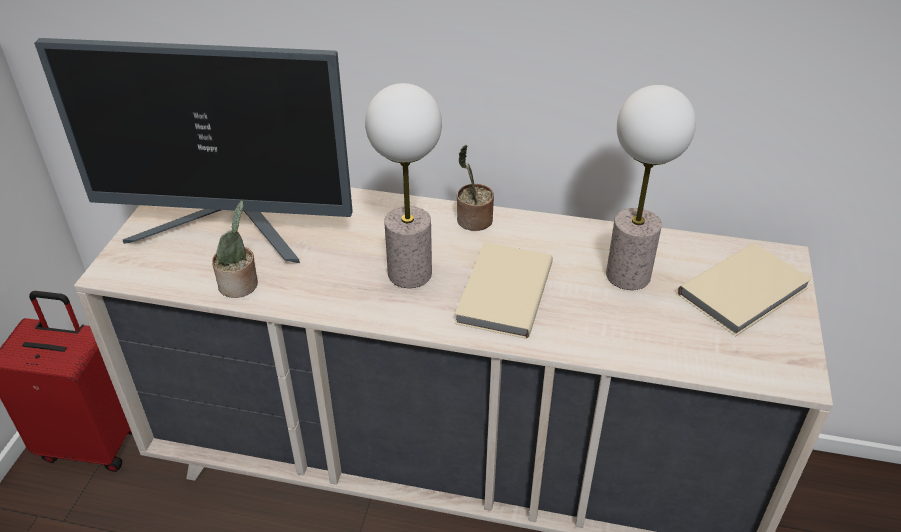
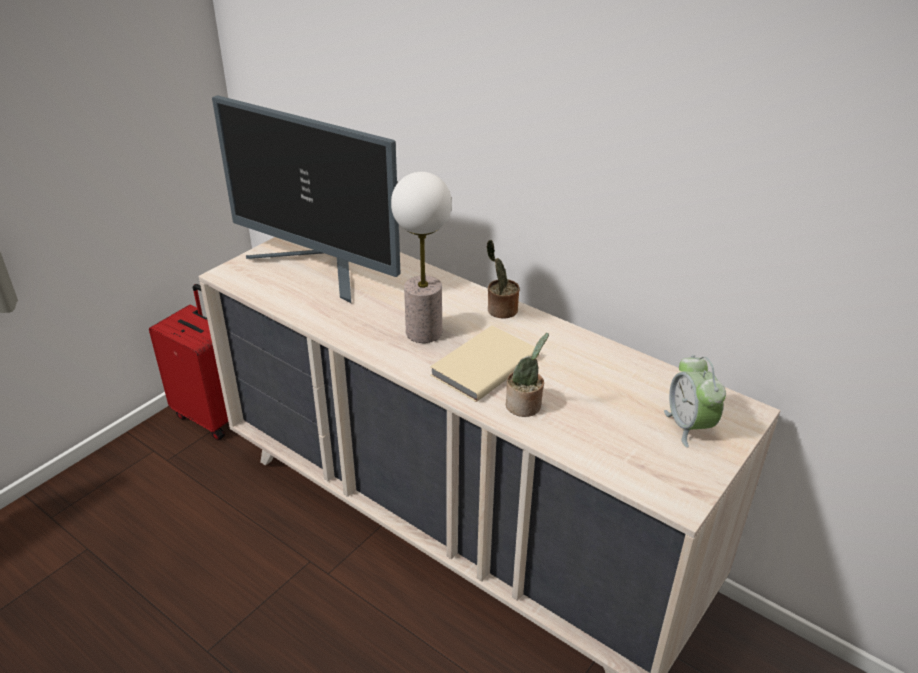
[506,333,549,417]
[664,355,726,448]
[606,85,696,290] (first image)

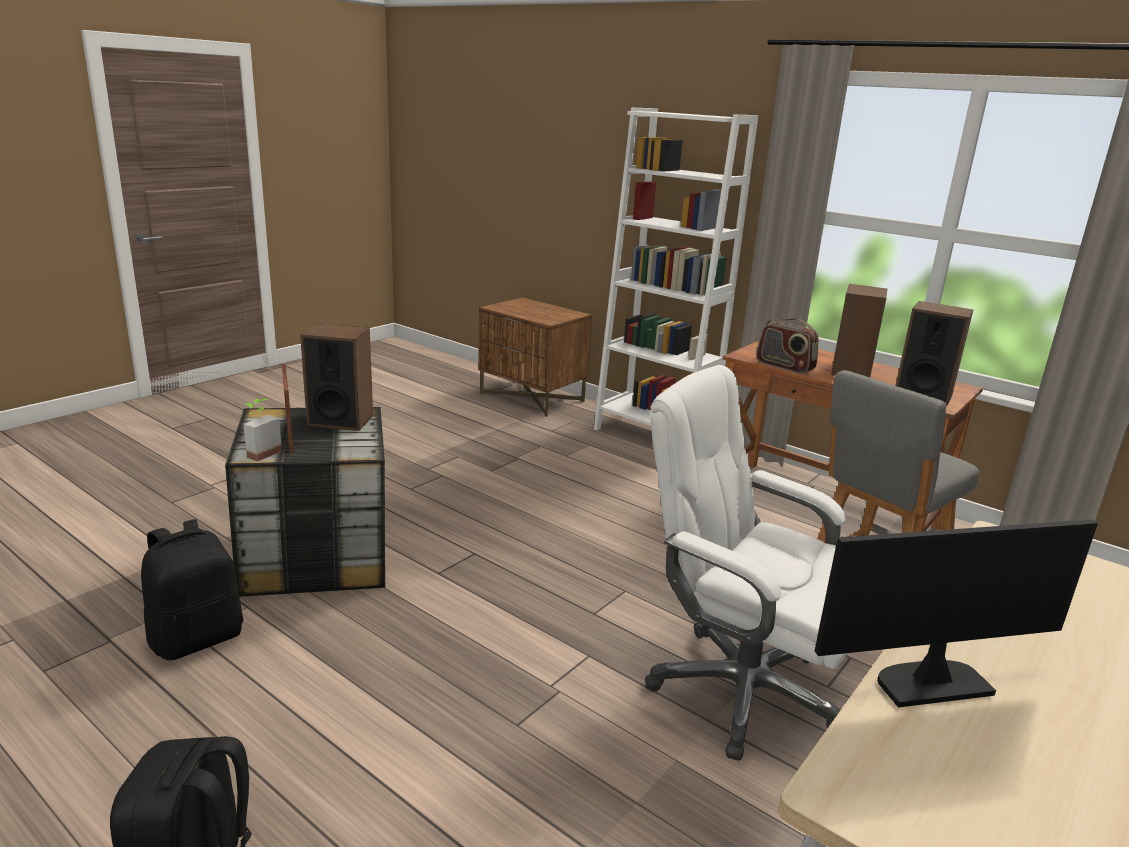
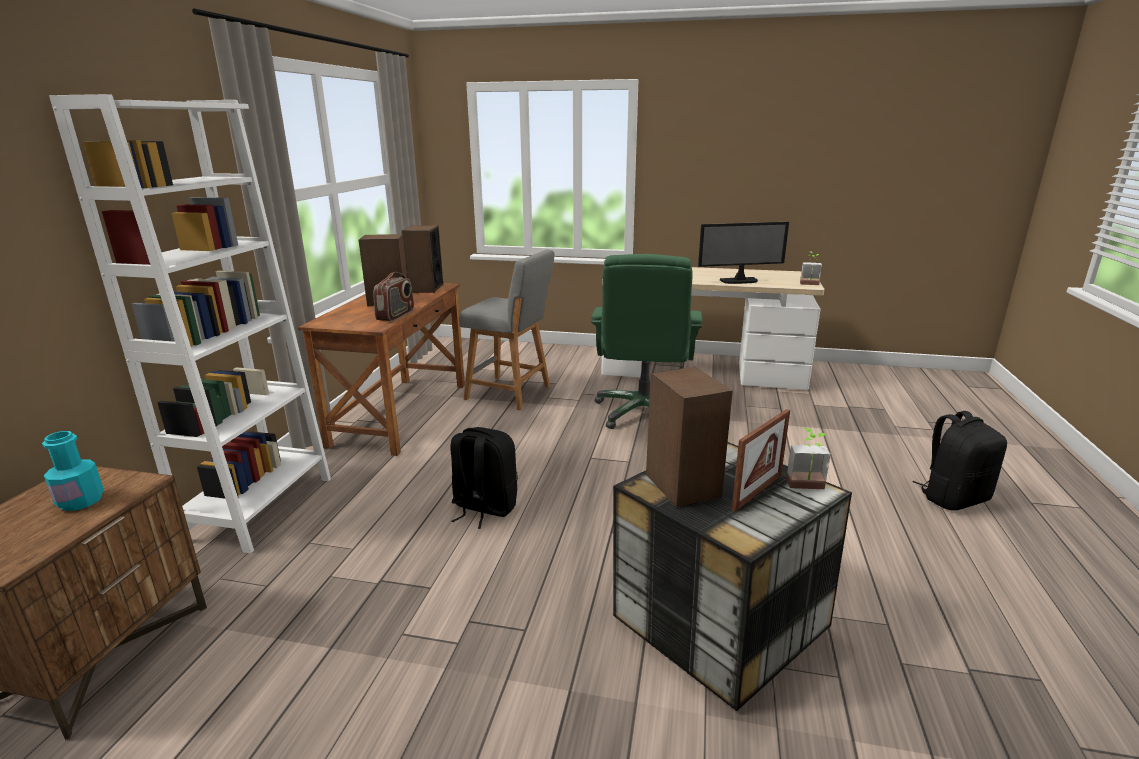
[42,431,104,511]
[450,427,518,529]
[591,254,703,429]
[698,222,789,284]
[800,251,822,285]

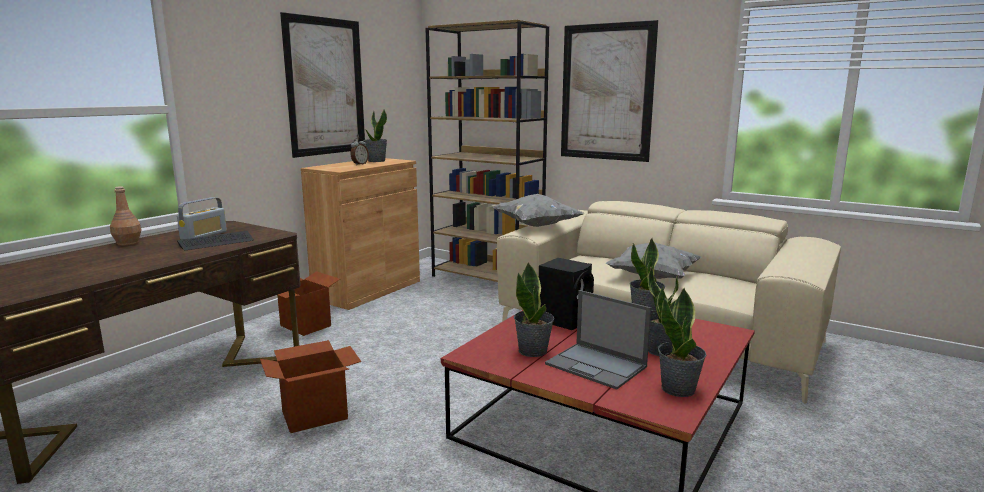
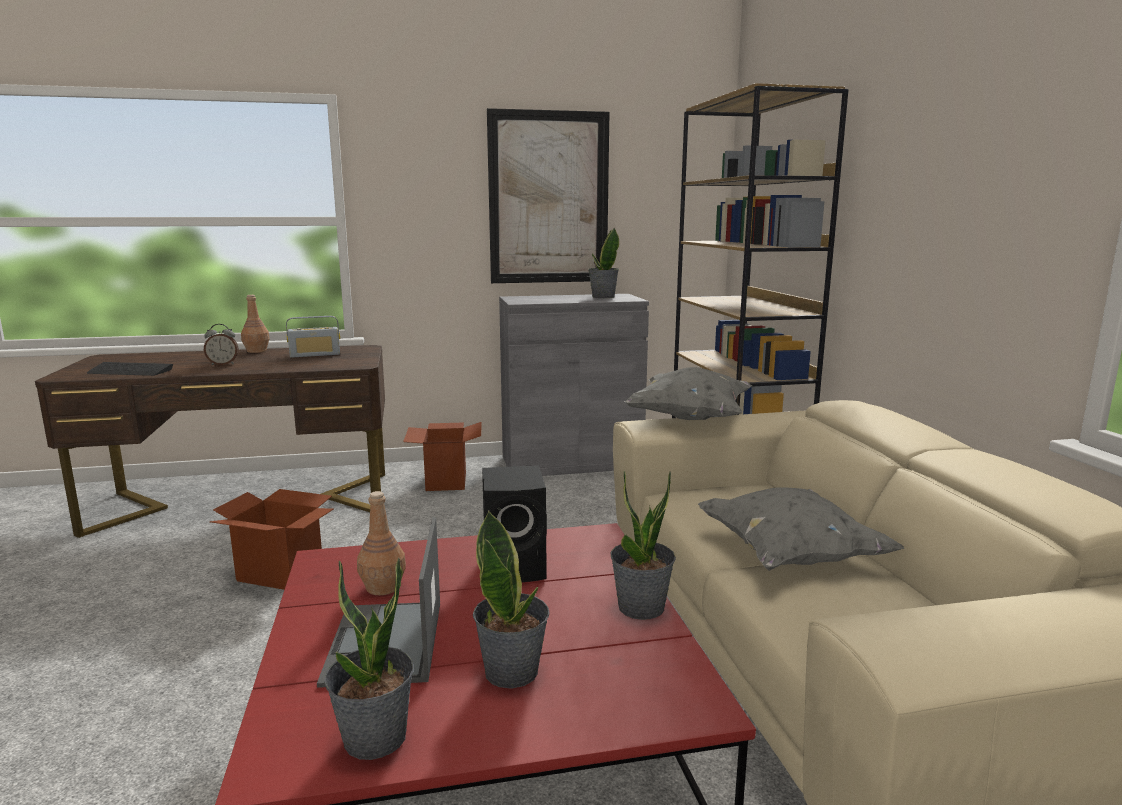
[87,362,173,376]
[204,324,239,365]
[357,491,406,595]
[499,294,649,476]
[561,20,658,162] (first image)

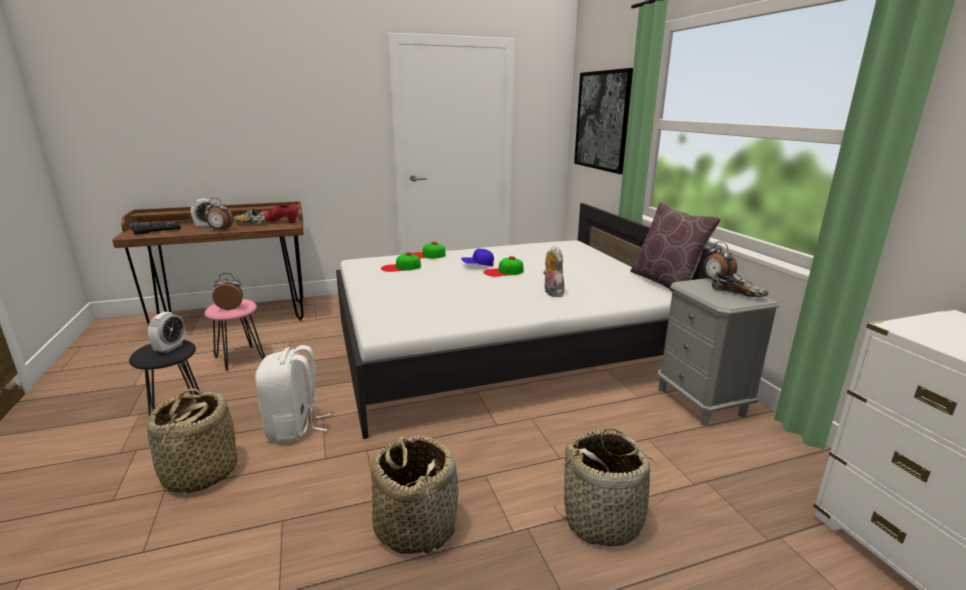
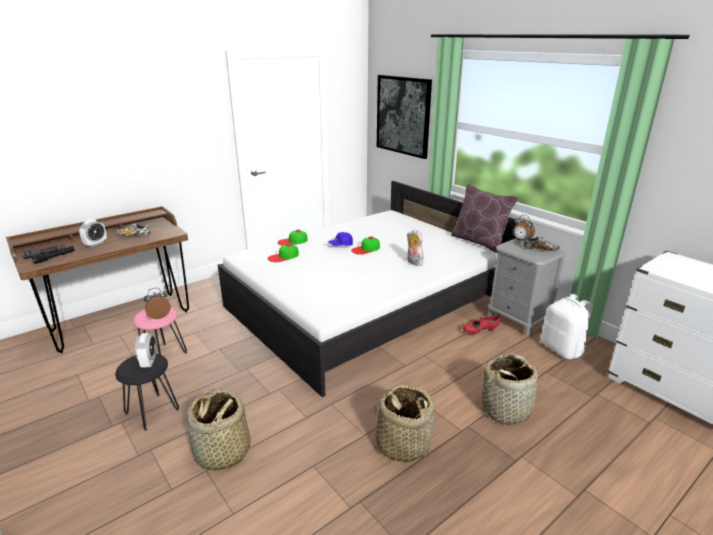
[463,316,500,334]
[541,294,593,359]
[205,198,234,231] (first image)

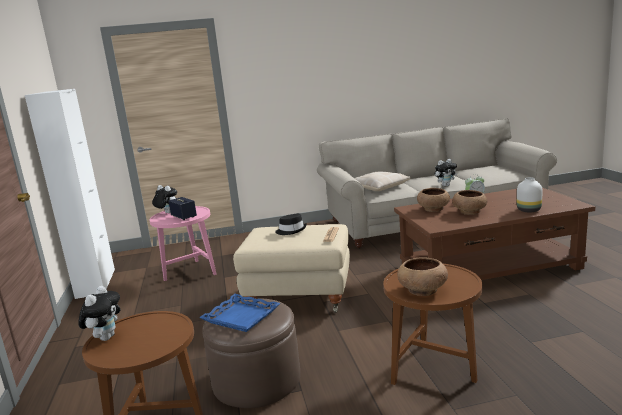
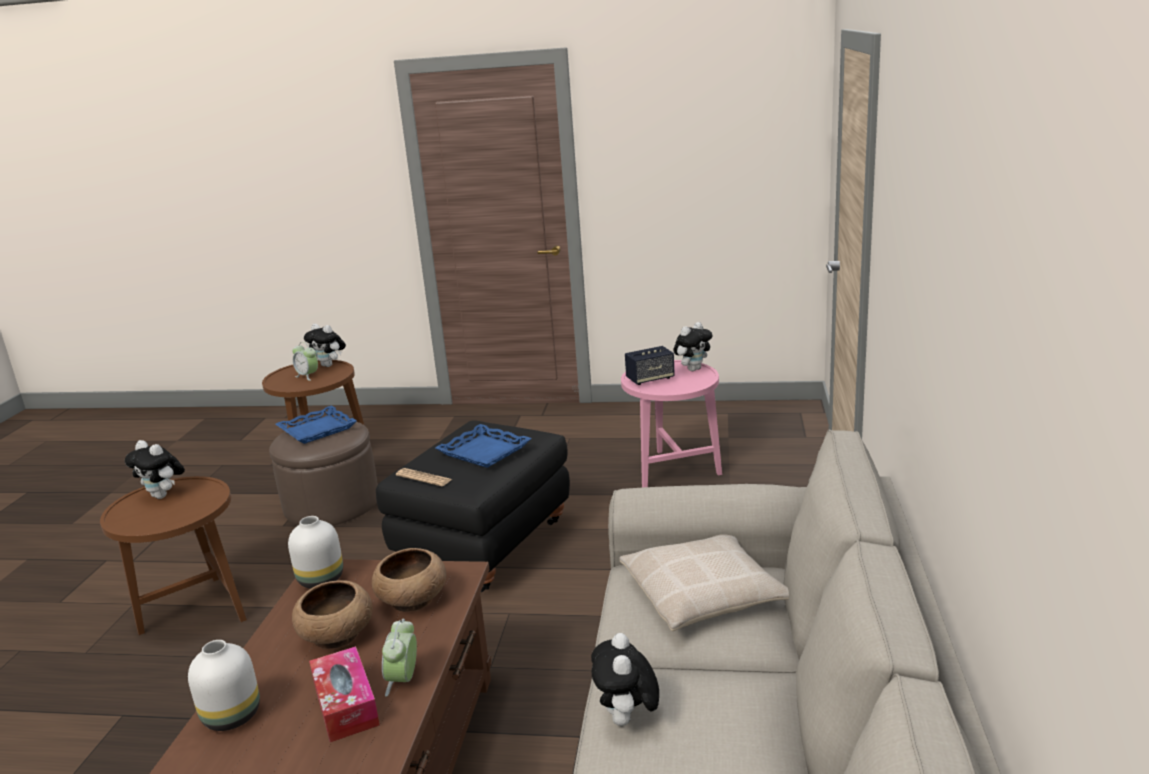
[125,440,185,499]
[288,516,343,589]
[292,342,318,381]
[309,646,380,742]
[376,420,570,592]
[435,424,532,468]
[25,89,115,299] (first image)

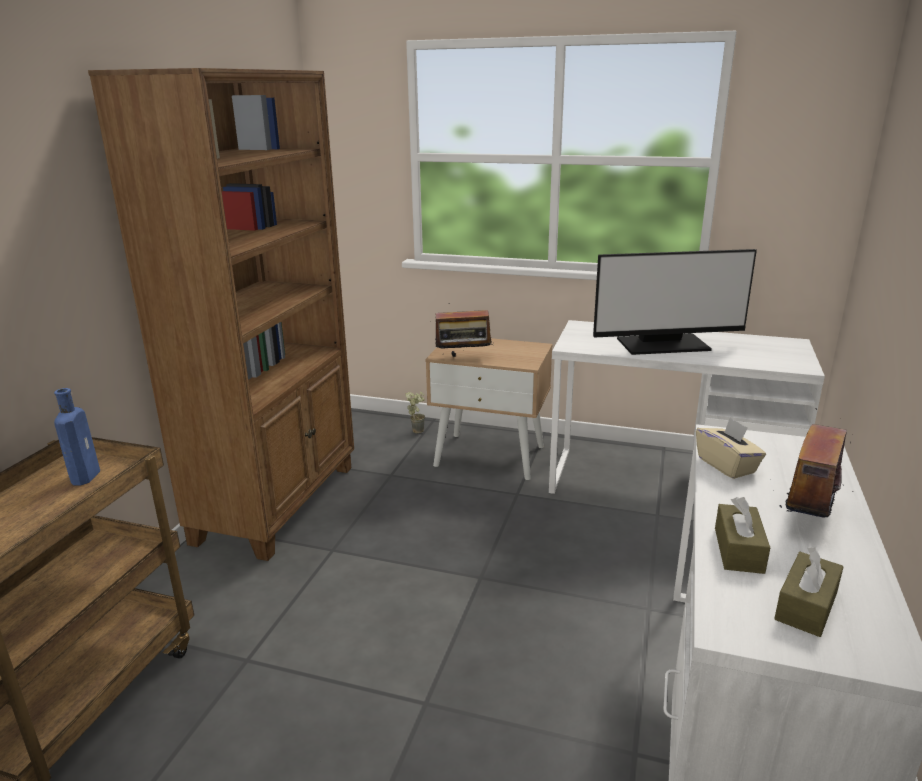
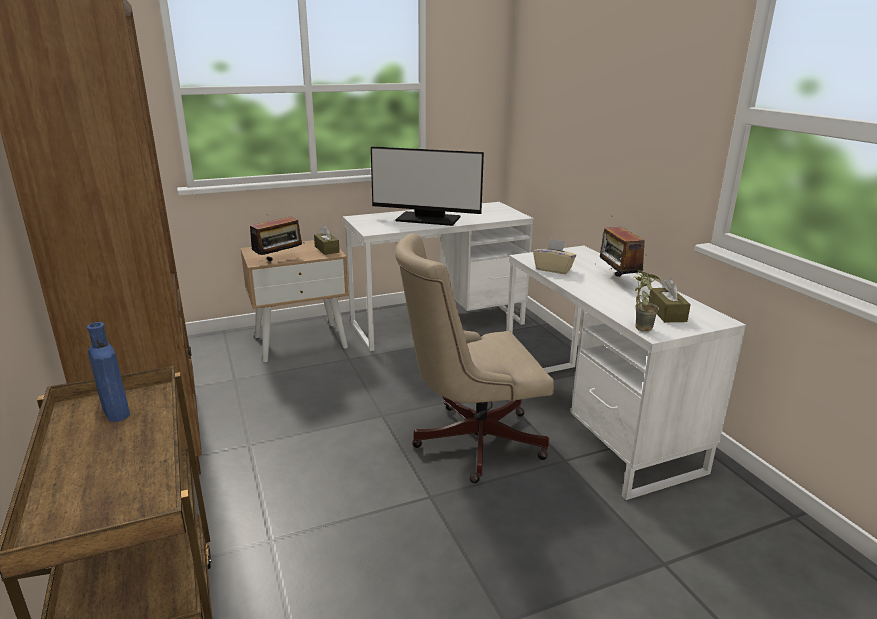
[314,225,340,255]
[371,147,484,226]
[395,233,554,483]
[633,270,661,332]

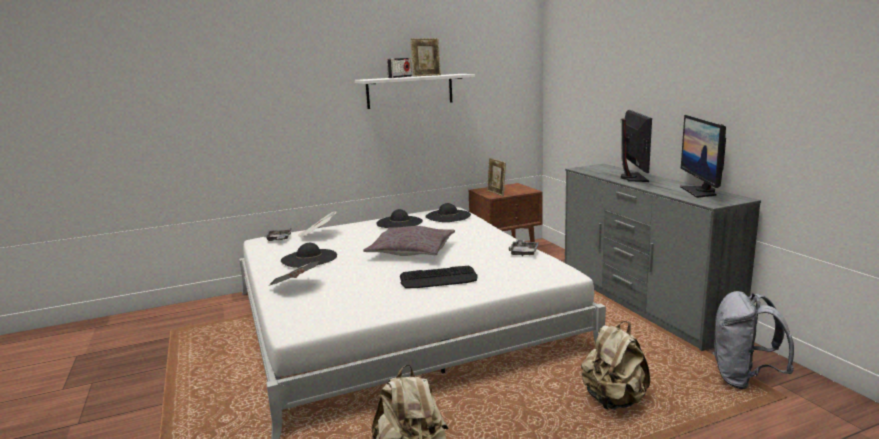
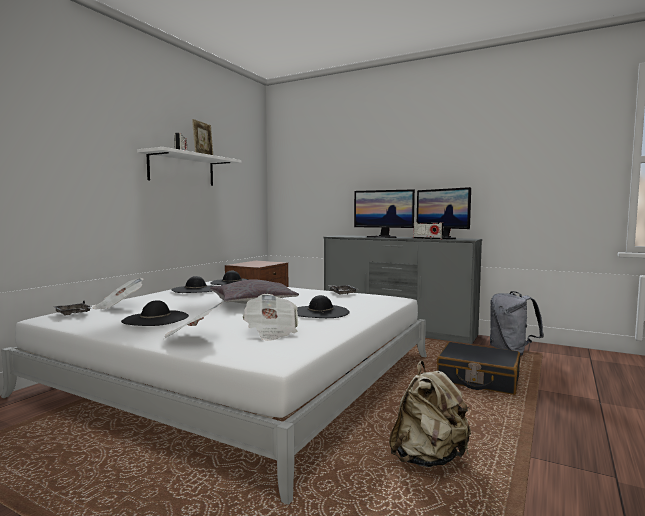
[242,294,298,341]
[297,295,350,318]
[354,189,415,238]
[413,222,443,239]
[437,342,520,395]
[487,158,506,196] (first image)

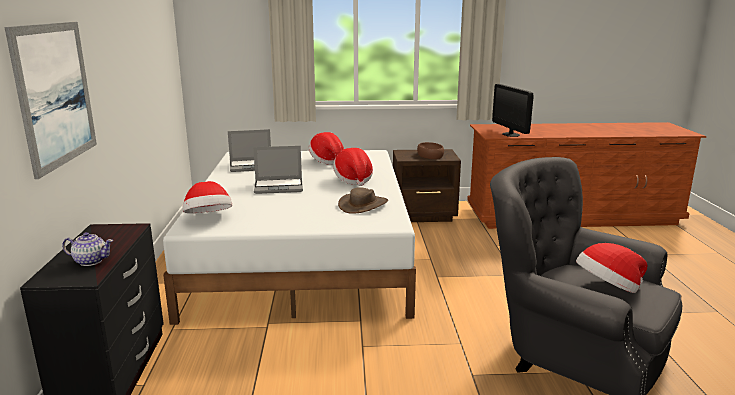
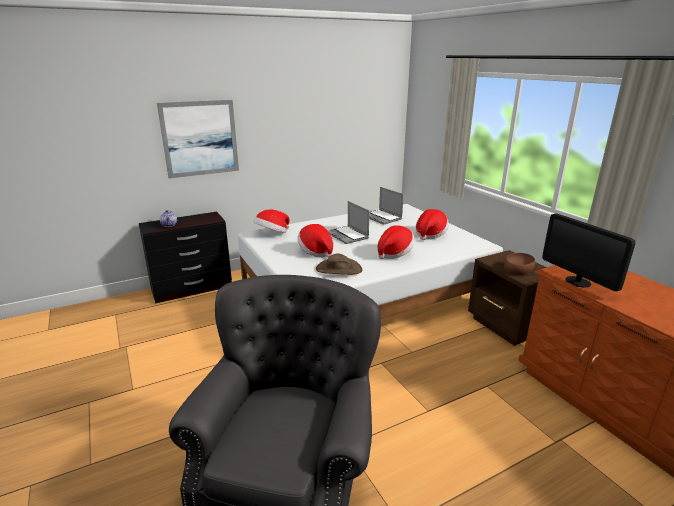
[297,224,333,258]
[542,214,635,291]

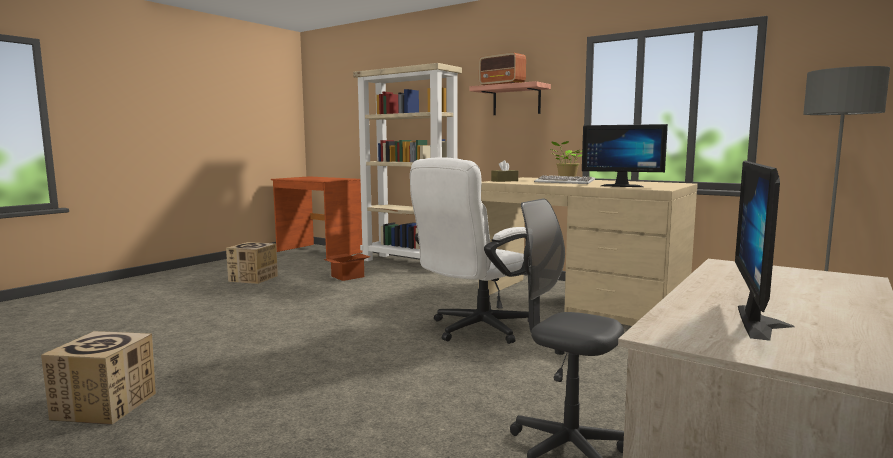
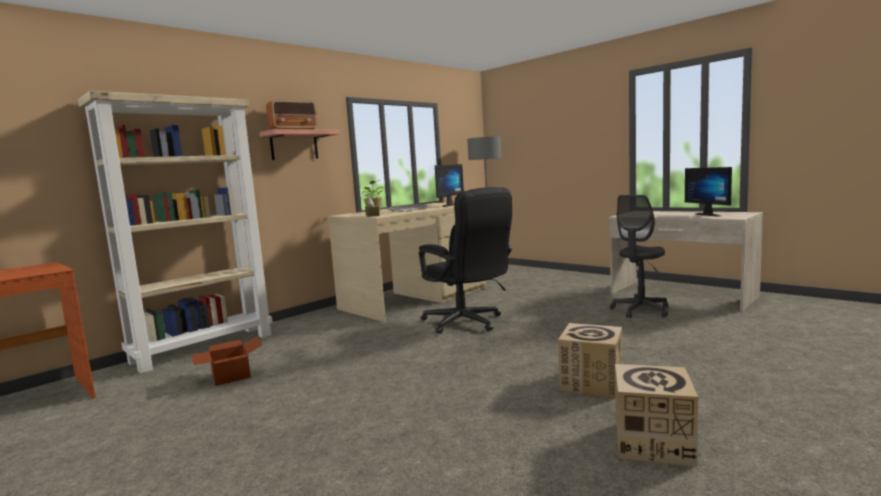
[419,187,512,334]
[558,323,622,399]
[685,167,732,217]

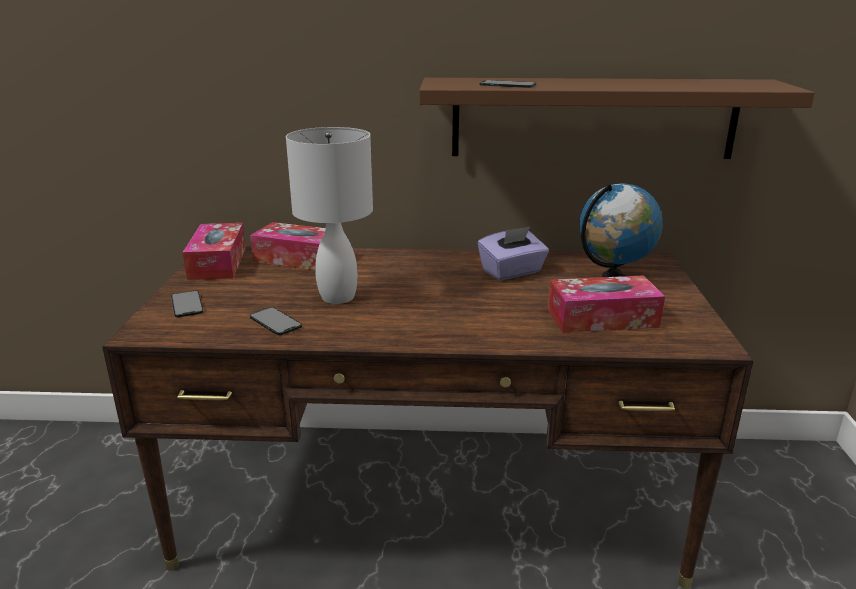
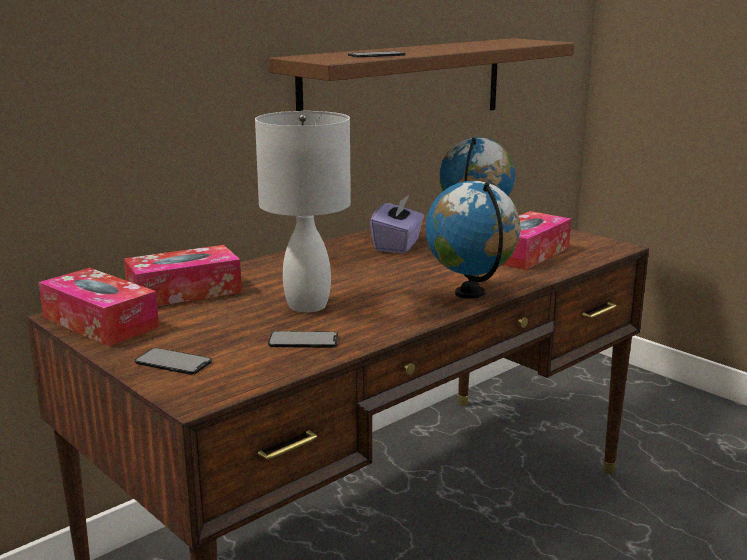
[425,181,520,299]

